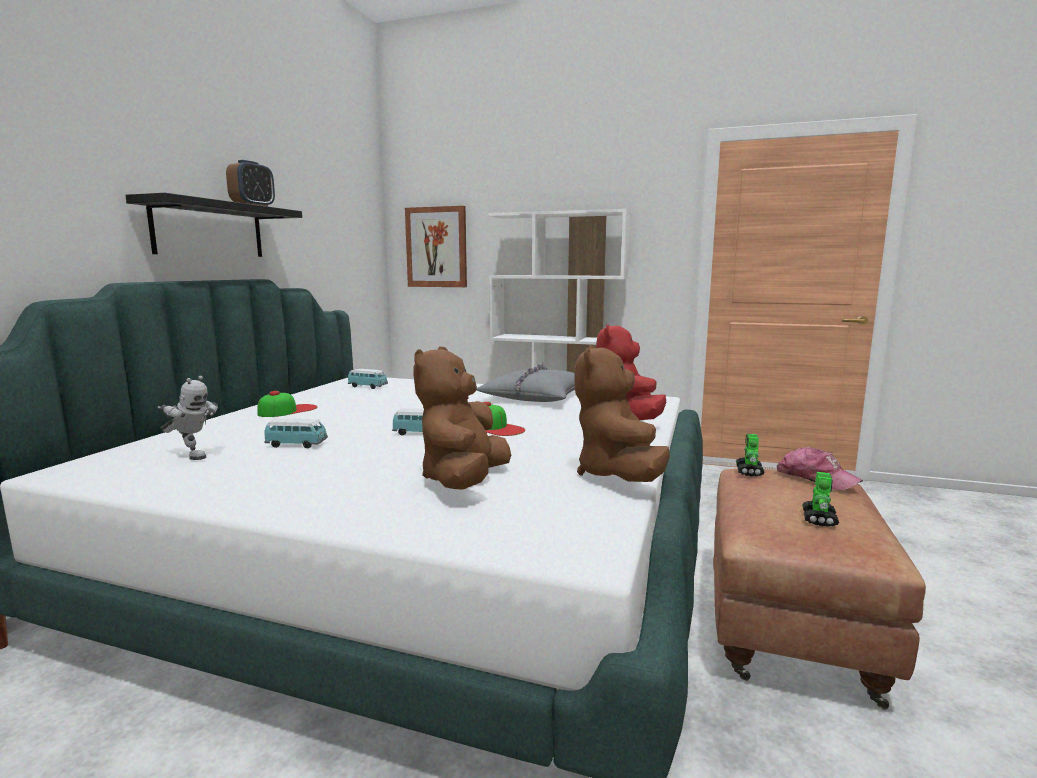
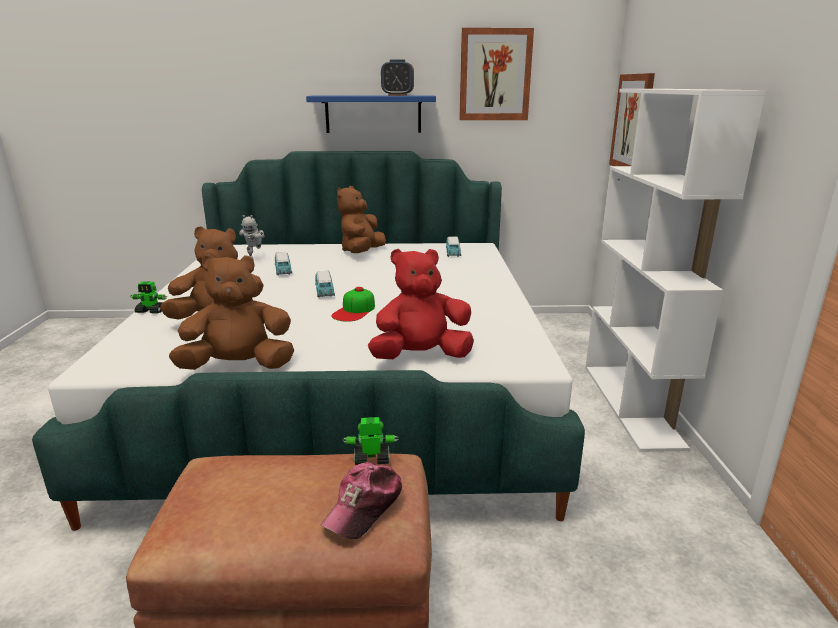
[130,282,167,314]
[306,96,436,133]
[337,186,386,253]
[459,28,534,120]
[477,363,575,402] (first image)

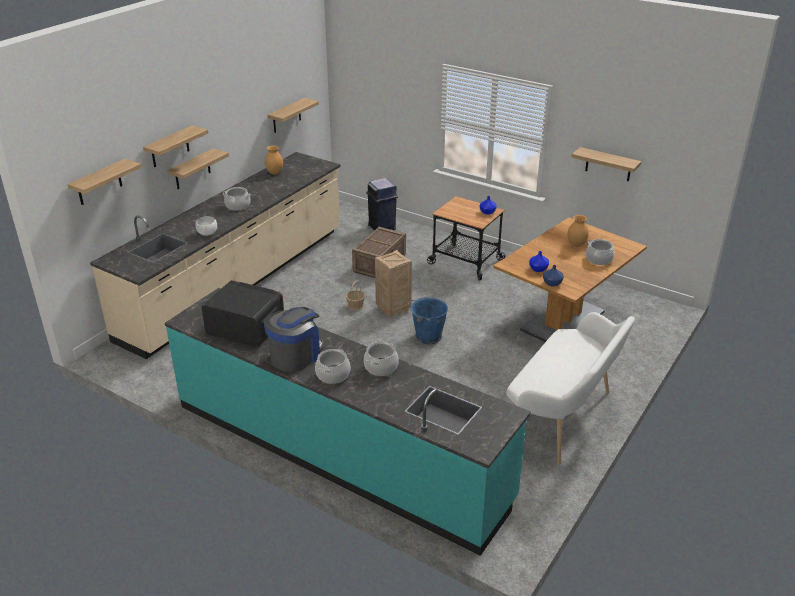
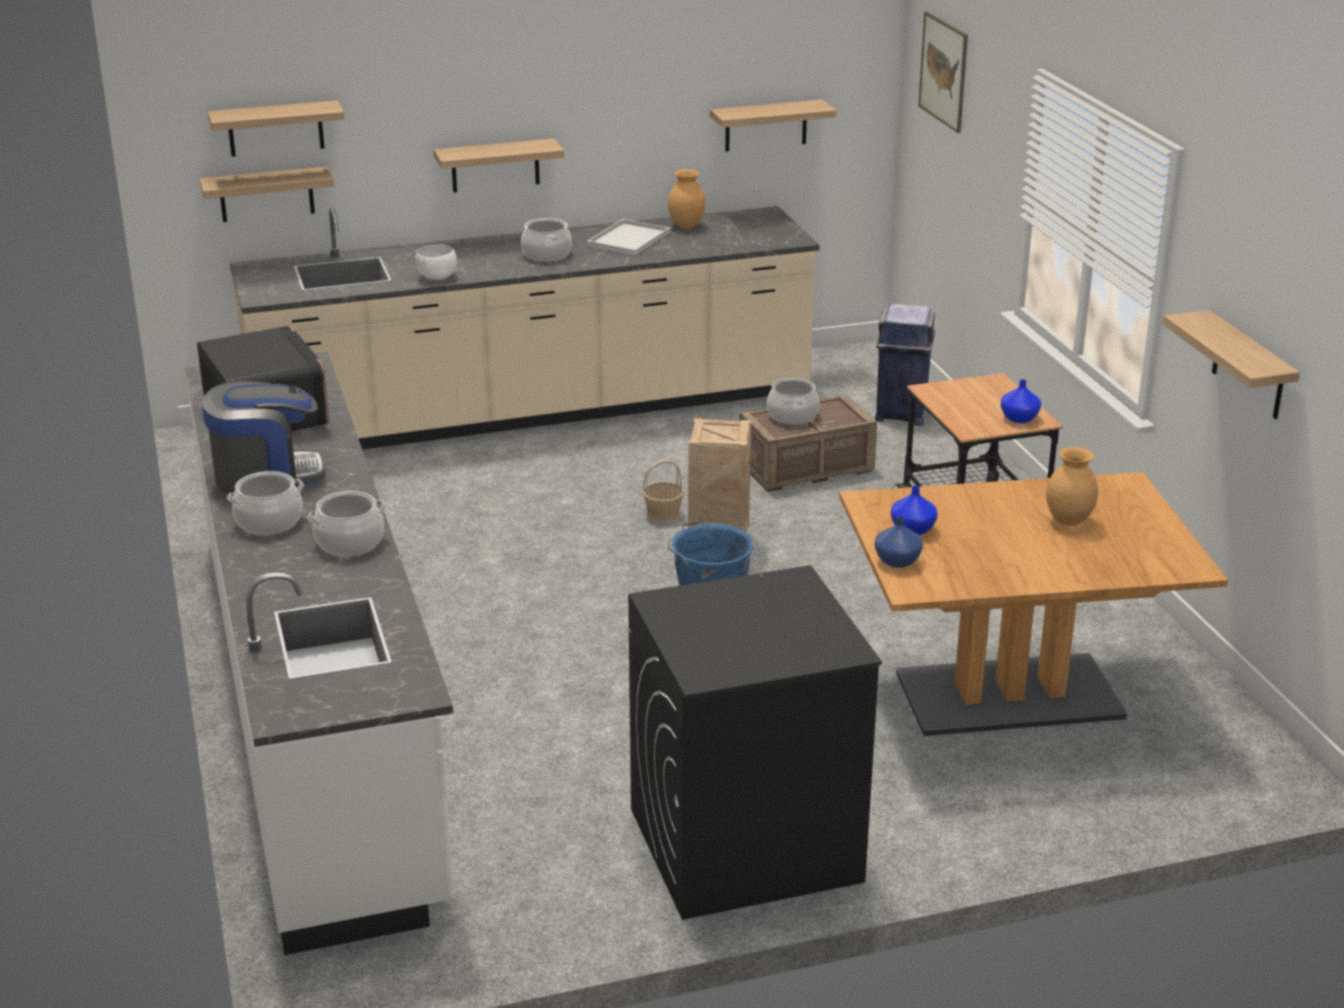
[185,352,454,955]
[200,167,334,222]
[587,219,670,255]
[628,565,882,920]
[767,378,820,425]
[918,11,968,133]

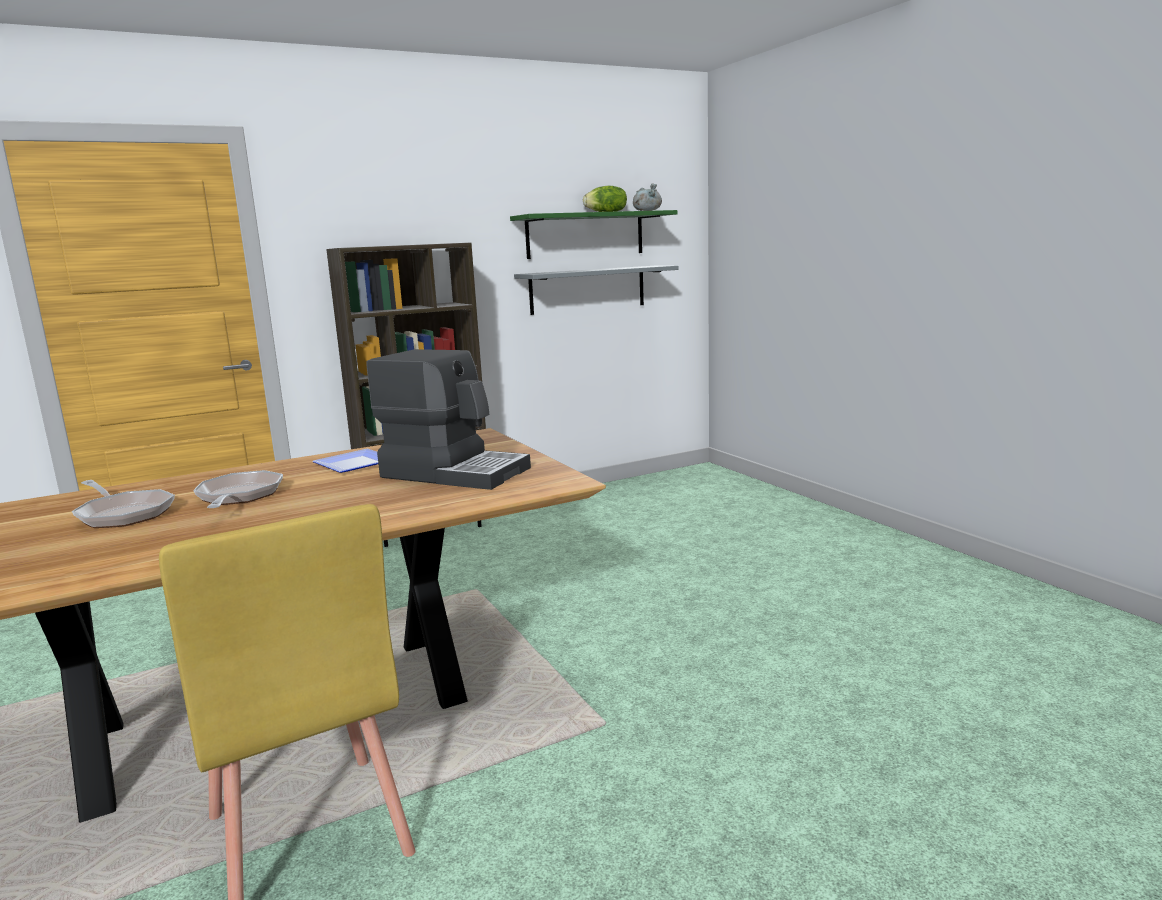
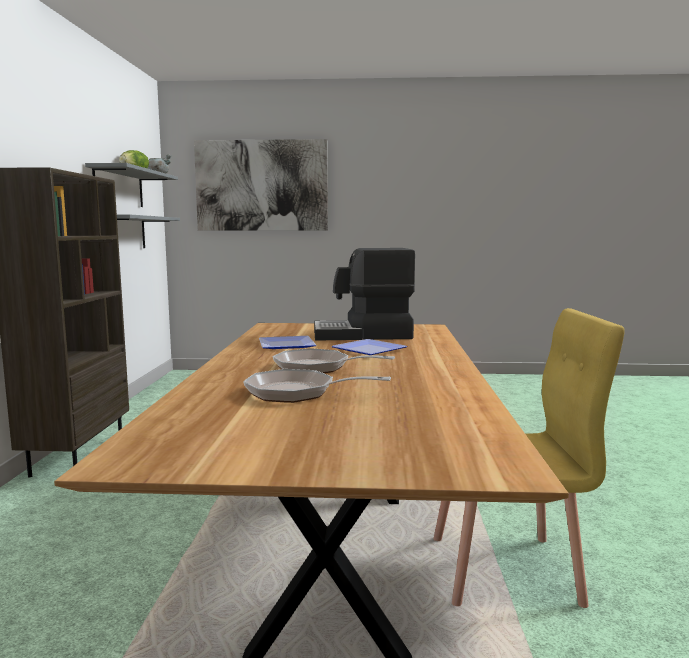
[85,163,178,207]
[194,139,328,230]
[243,369,391,403]
[314,248,415,341]
[332,339,407,355]

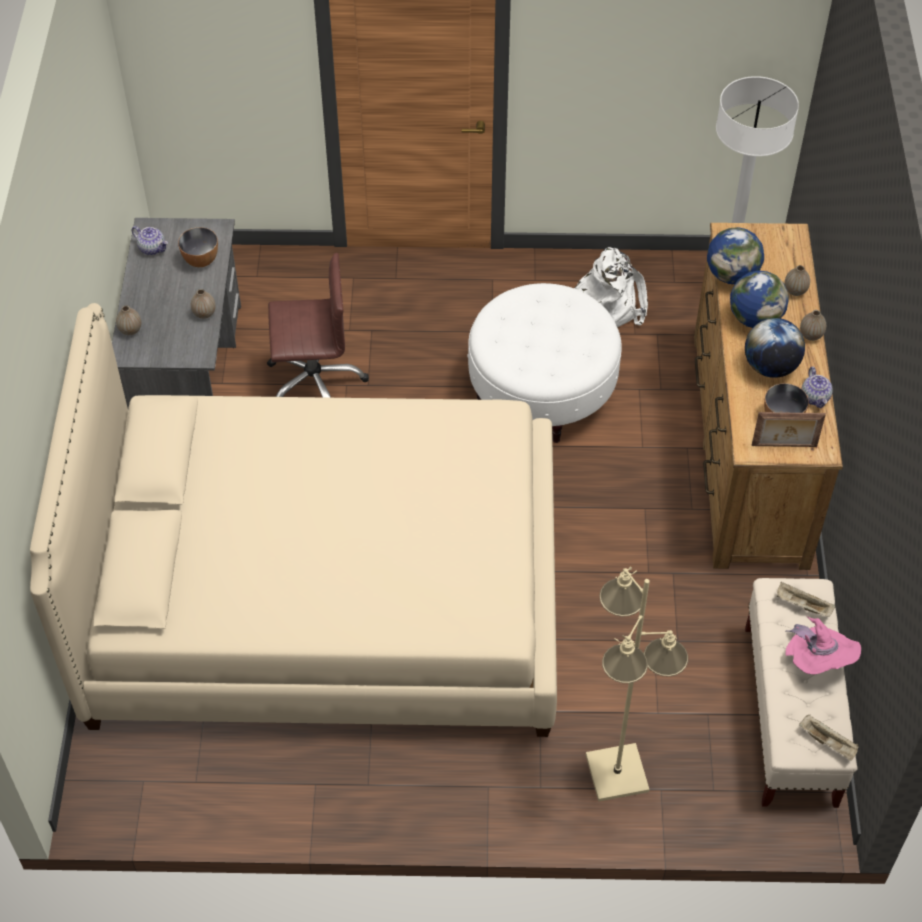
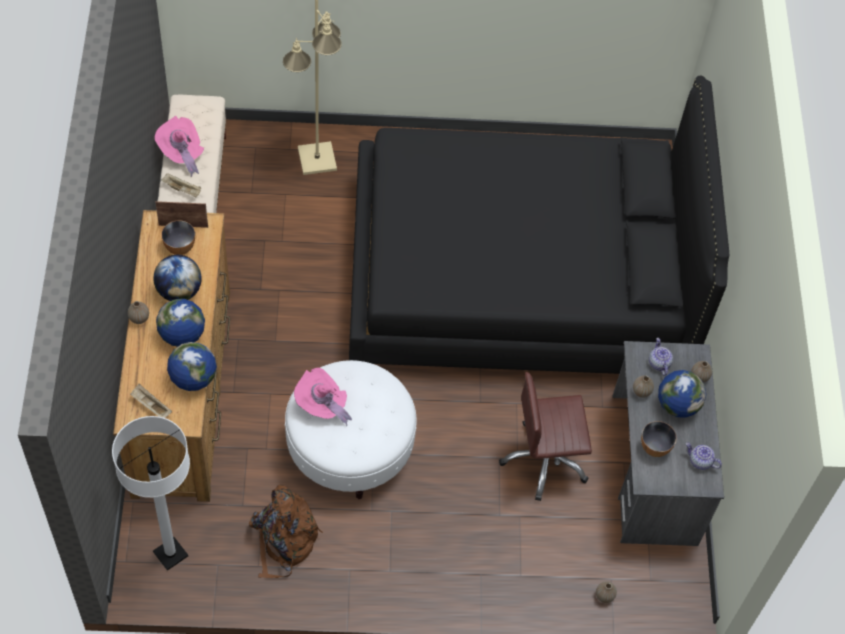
[130,384,172,418]
[249,485,323,578]
[294,368,352,427]
[349,76,729,374]
[596,581,617,603]
[649,338,673,376]
[658,370,706,418]

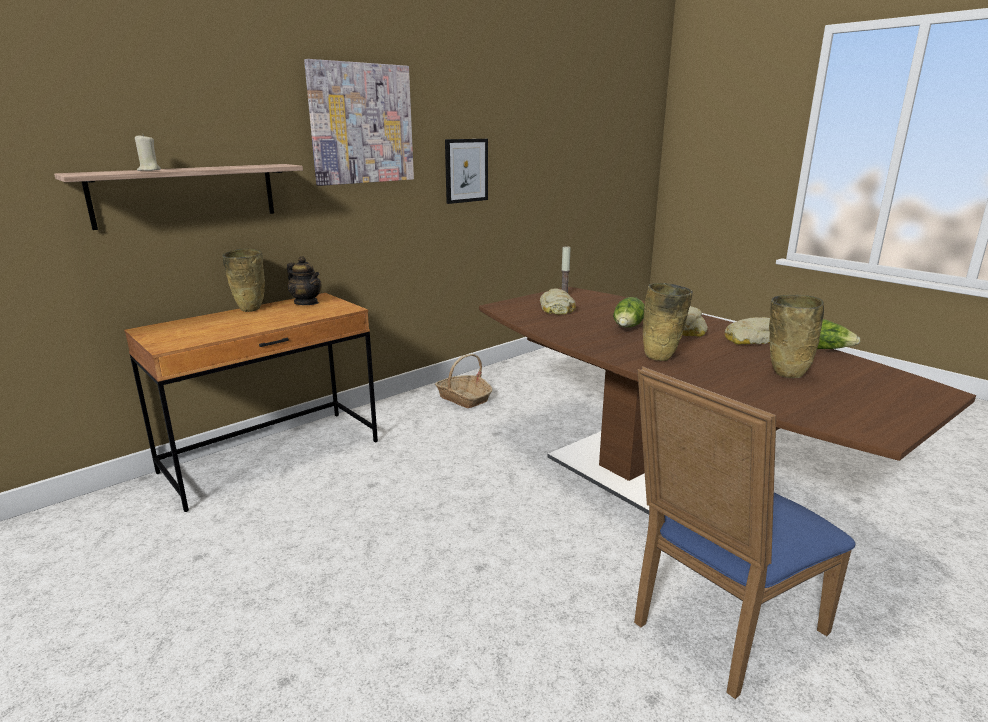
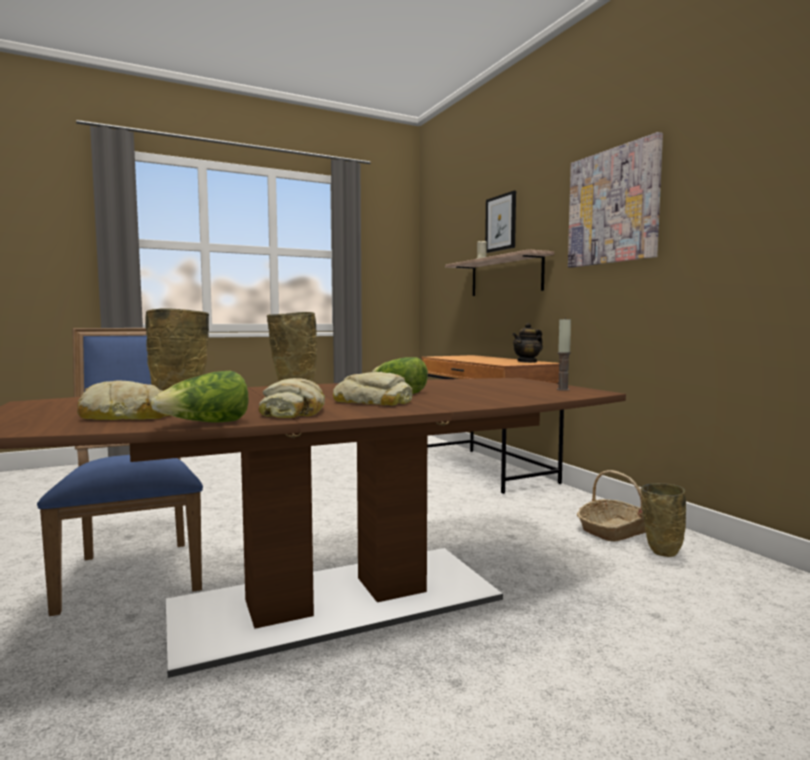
[77,380,171,420]
[485,191,516,253]
[641,483,686,557]

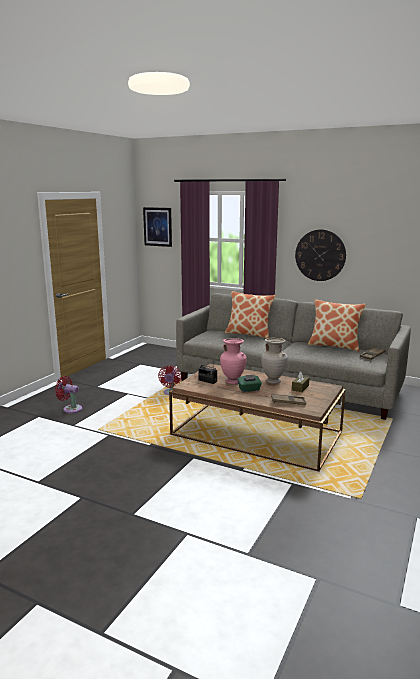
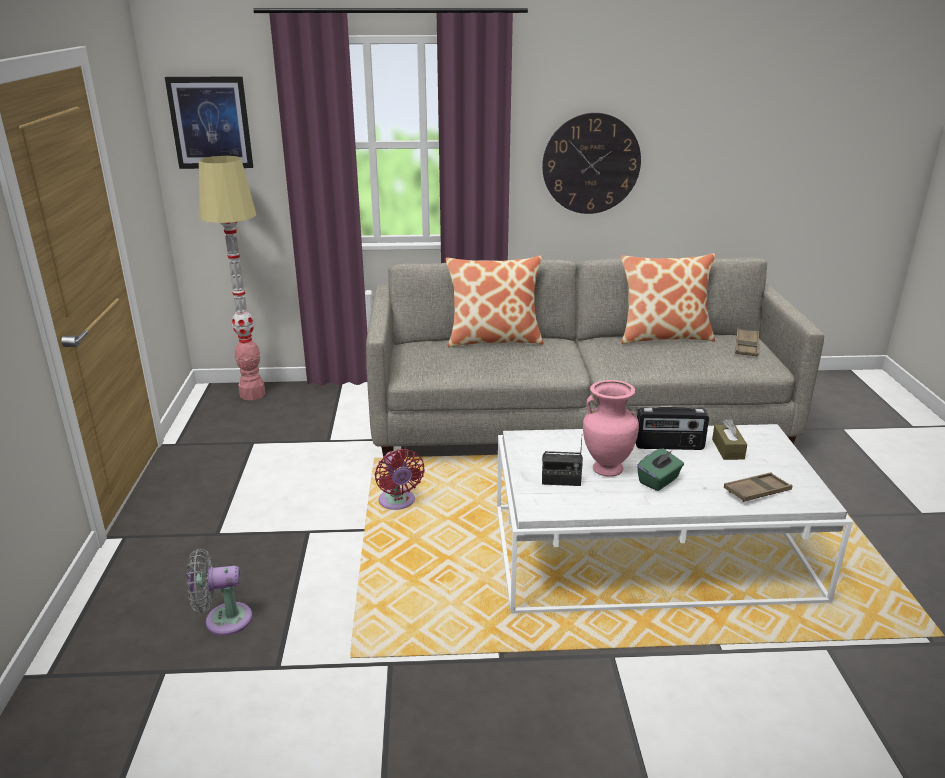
[187,549,252,636]
[199,156,266,400]
[497,424,853,613]
[636,407,709,450]

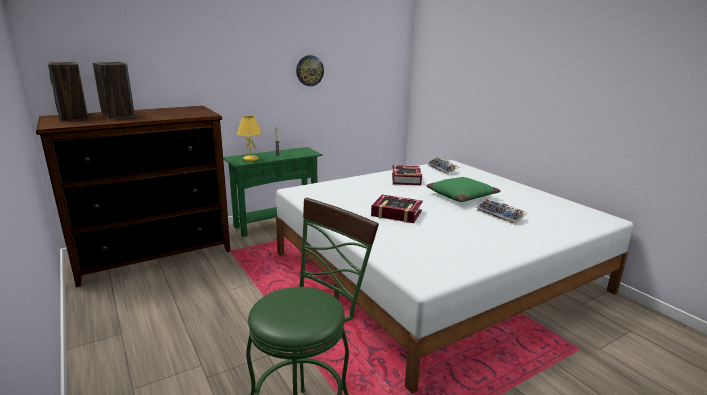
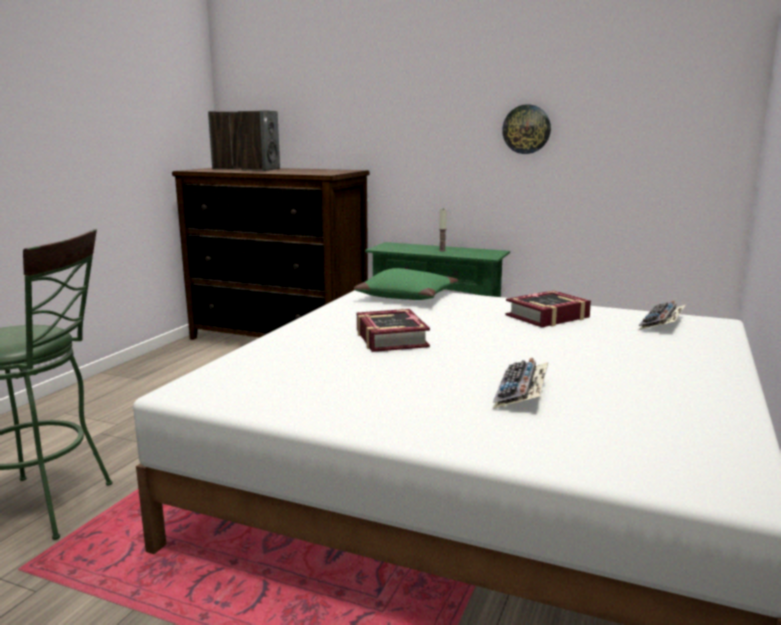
[354,268,458,300]
[237,116,261,161] (first image)

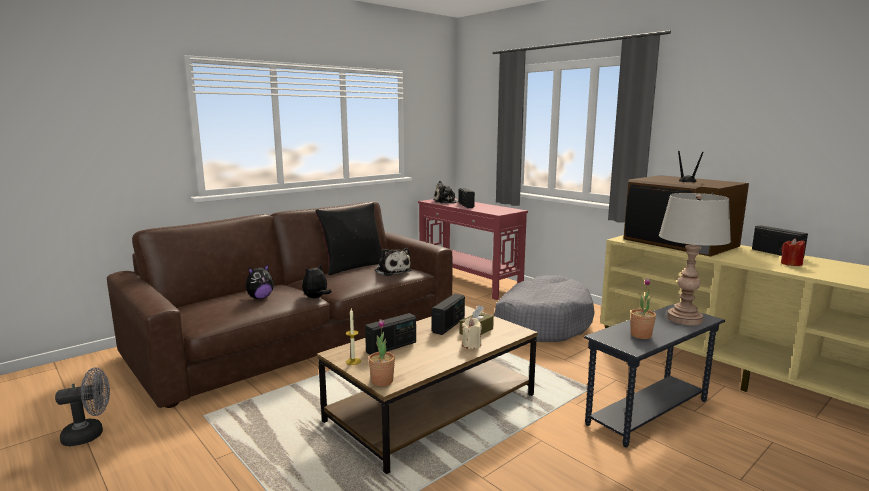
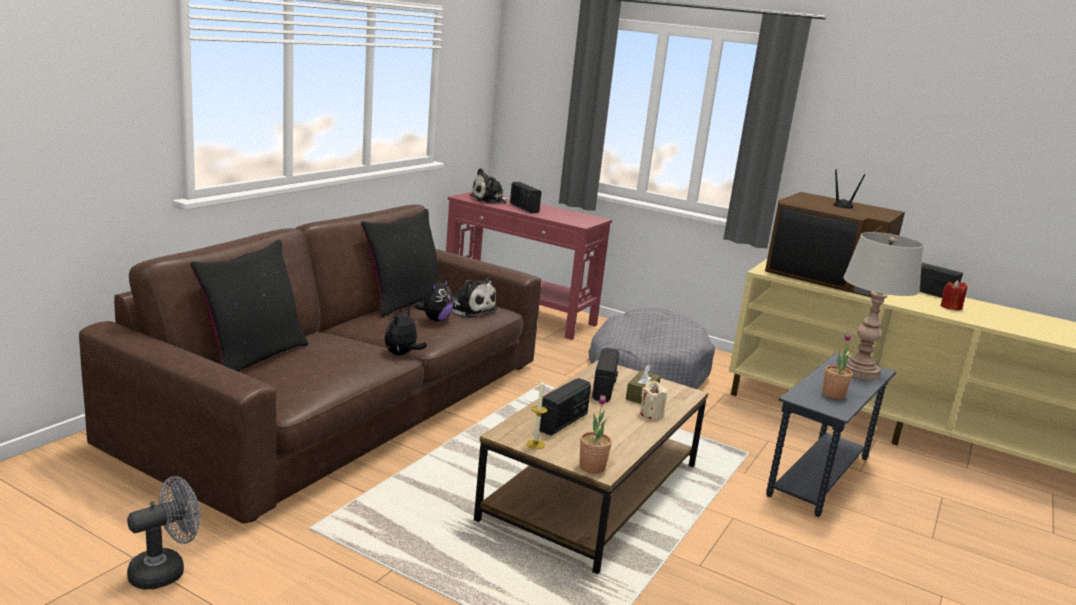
[190,239,308,372]
[415,278,454,321]

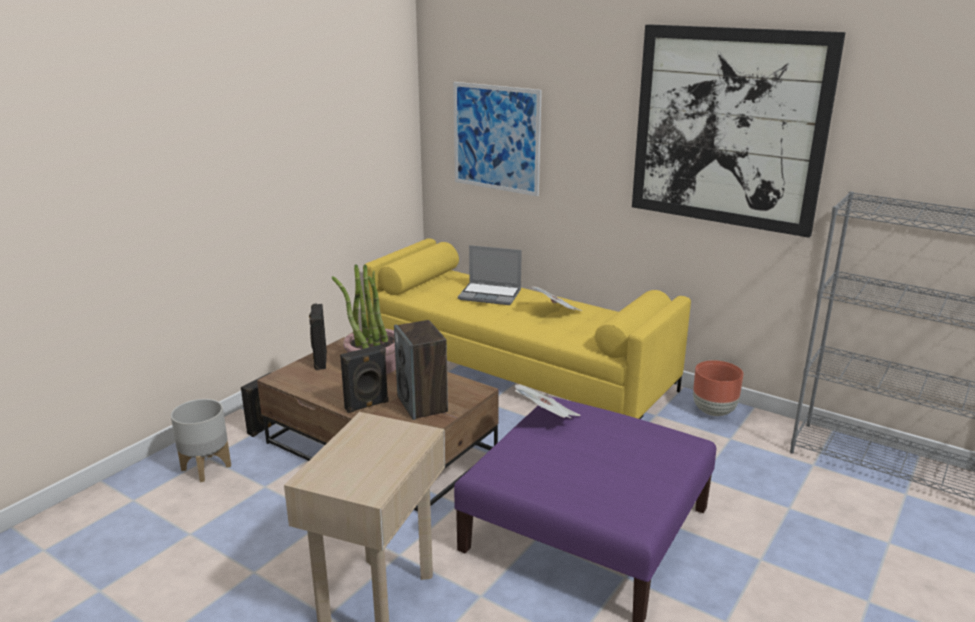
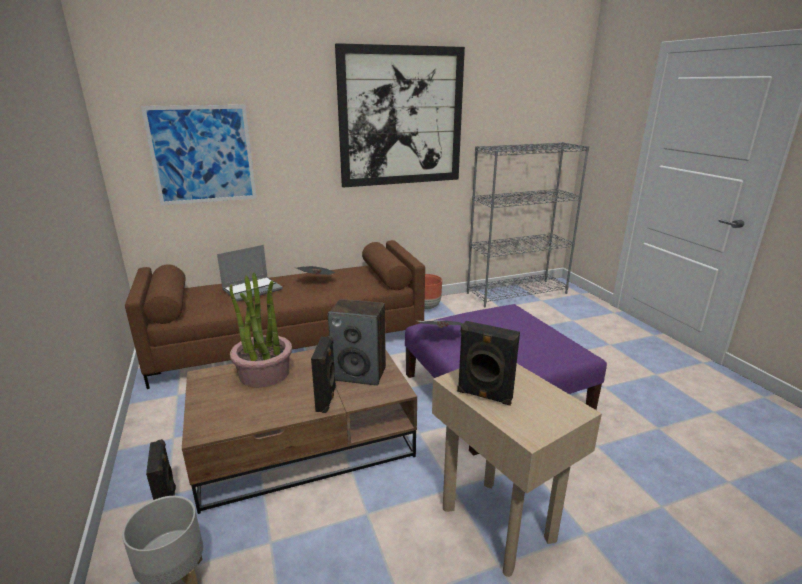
[125,240,425,389]
[457,321,520,406]

